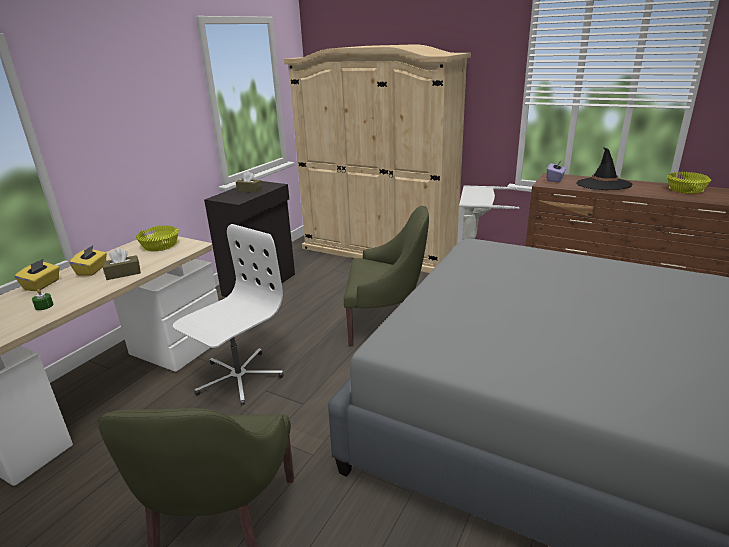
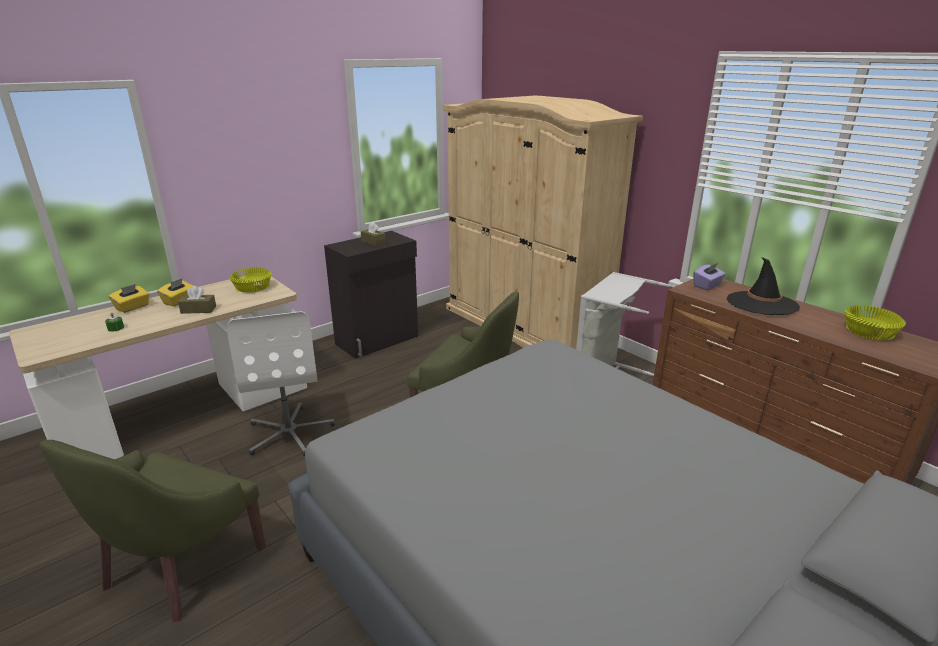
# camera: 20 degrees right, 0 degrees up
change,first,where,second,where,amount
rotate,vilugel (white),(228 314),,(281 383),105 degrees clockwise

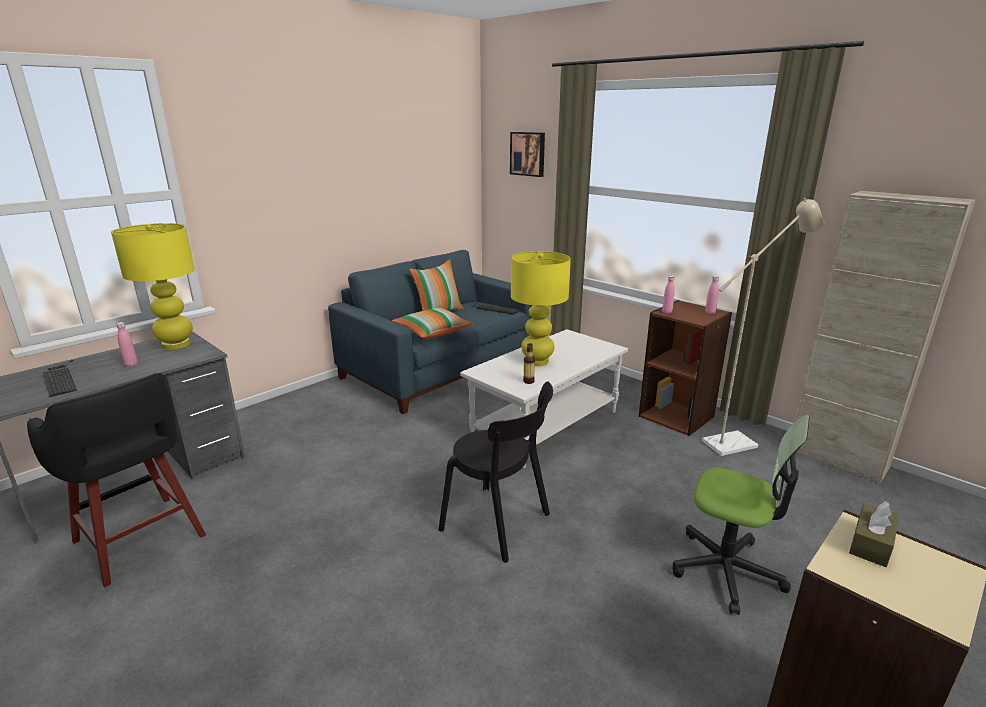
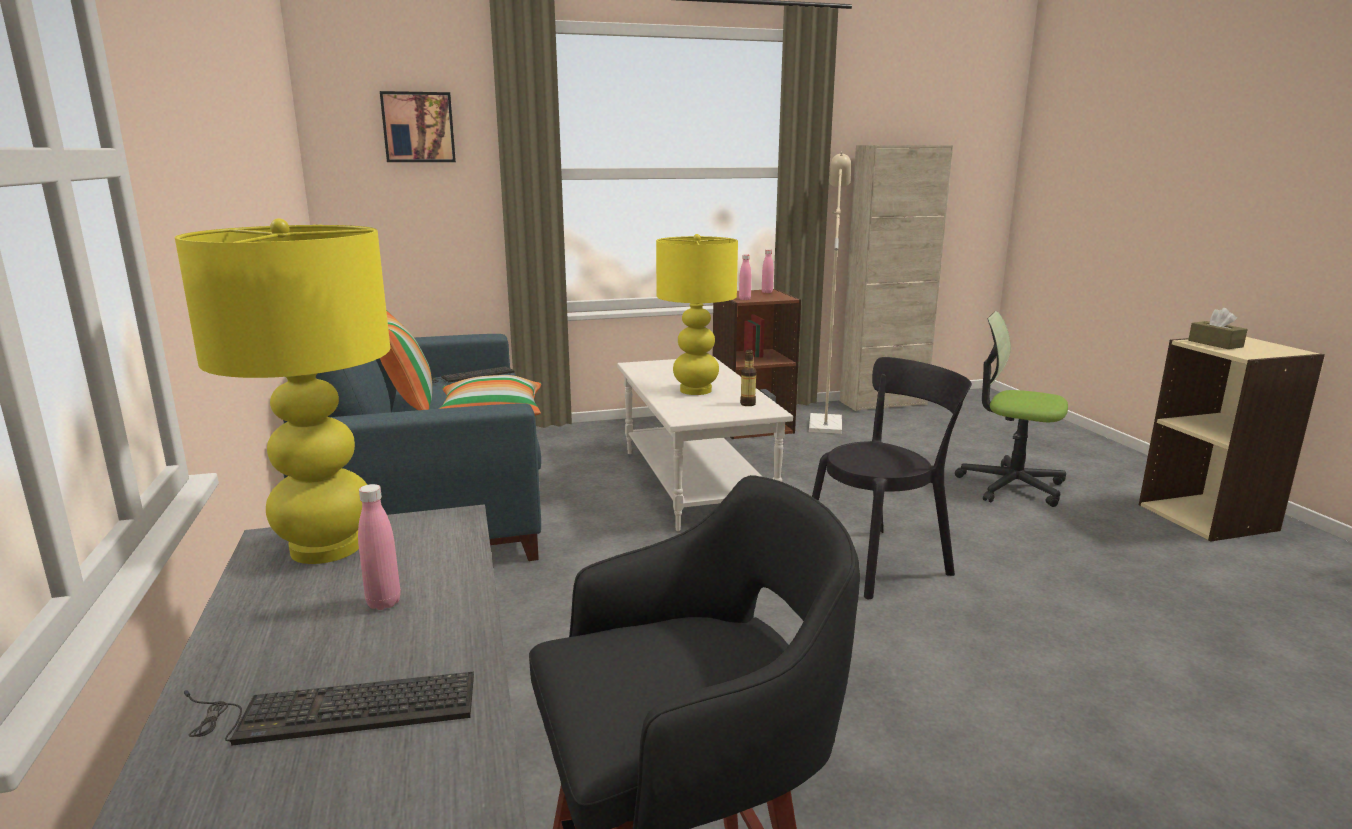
# camera: 60 degrees left, 5 degrees down
change,first,where,second,where,amount
rotate,vilugel,(741 515),,(1011 409),120 degrees counterclockwise

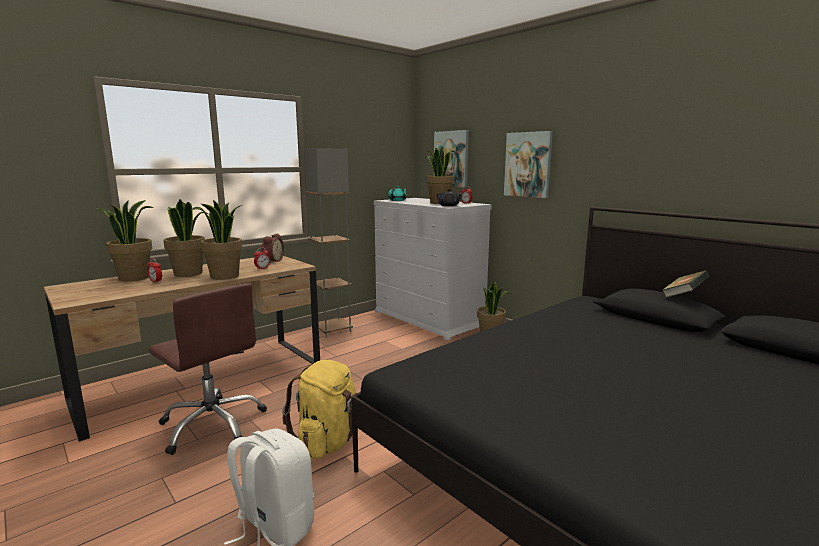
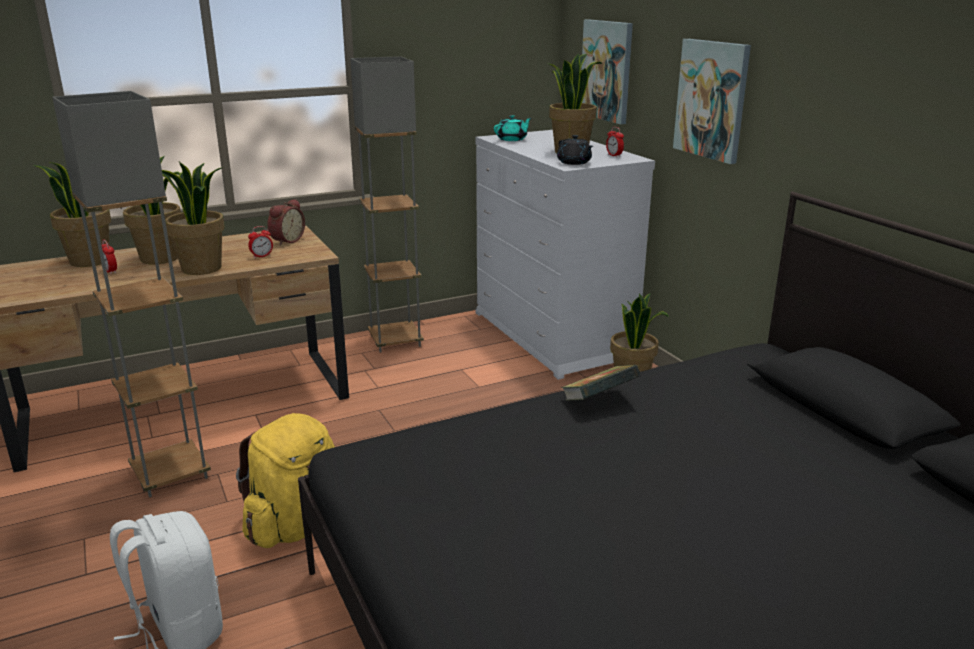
# camera: 15 degrees right, 10 degrees up
change,first,where,second,where,amount
replace,vilugel (brown),(207 369),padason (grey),(131 294),
move,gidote,(686 284),,(600 383),

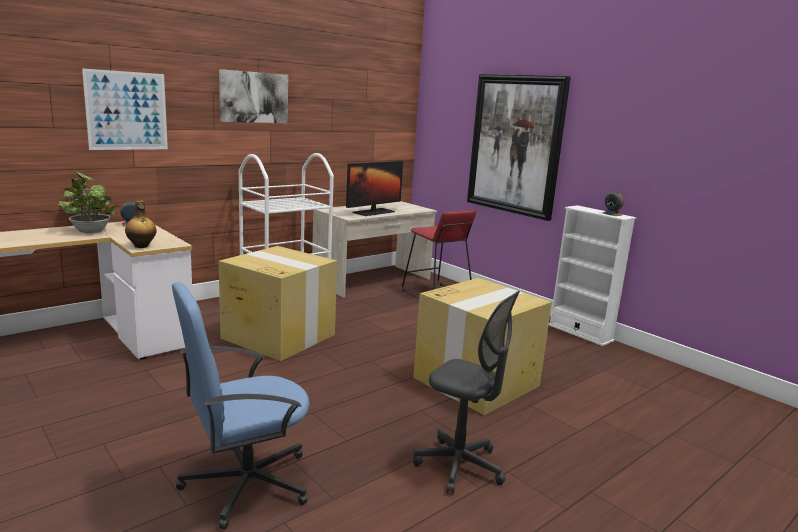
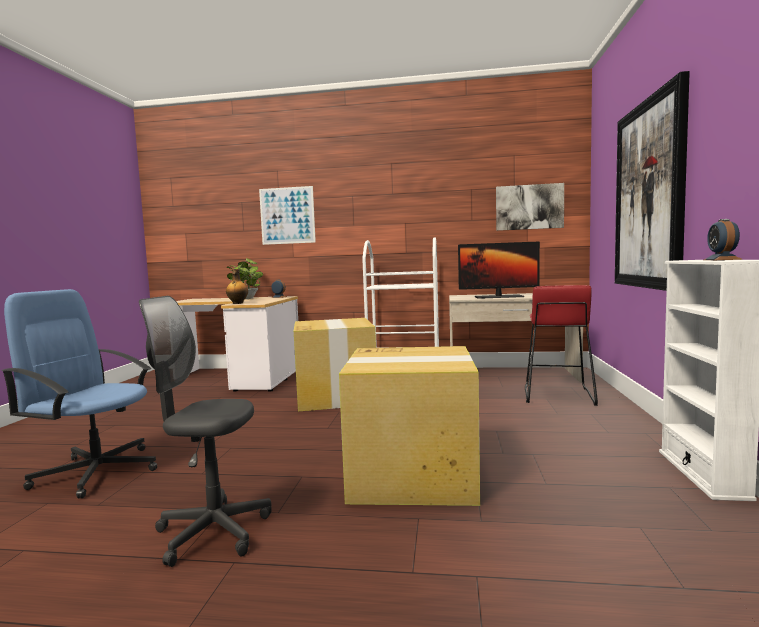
# camera: 50 degrees right, 10 degrees down
change,first,where,second,where,amount
move,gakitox,(253 96),,(530 207),
rotate,vilugel (grey),(466 392),,(205 431),105 degrees clockwise

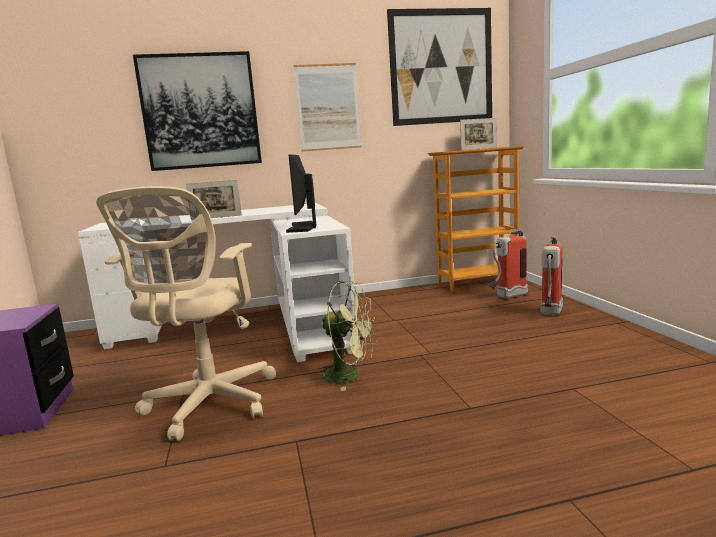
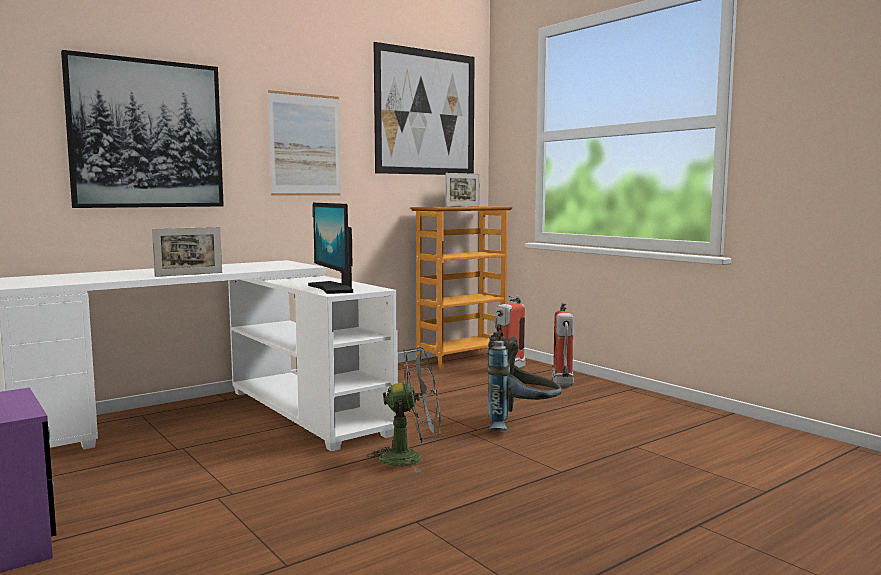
# camera: 25 degrees left, 5 degrees down
change,first,where,second,where,amount
delete,vilugel (beige),(186 313),,,
recolor,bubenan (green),(347 336),bubenan (grey),(404 409),
insert,,,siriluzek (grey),(525 377),

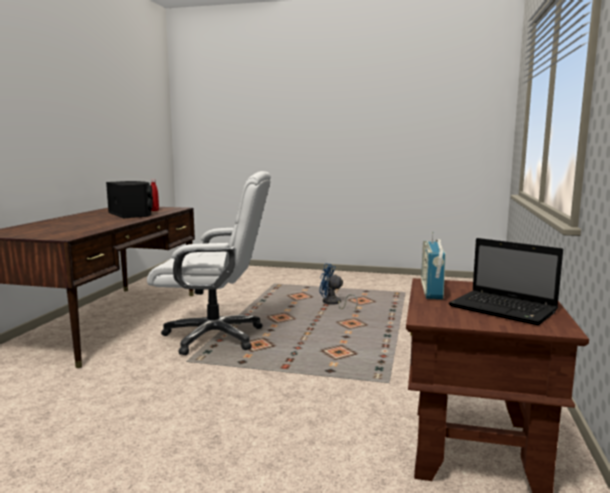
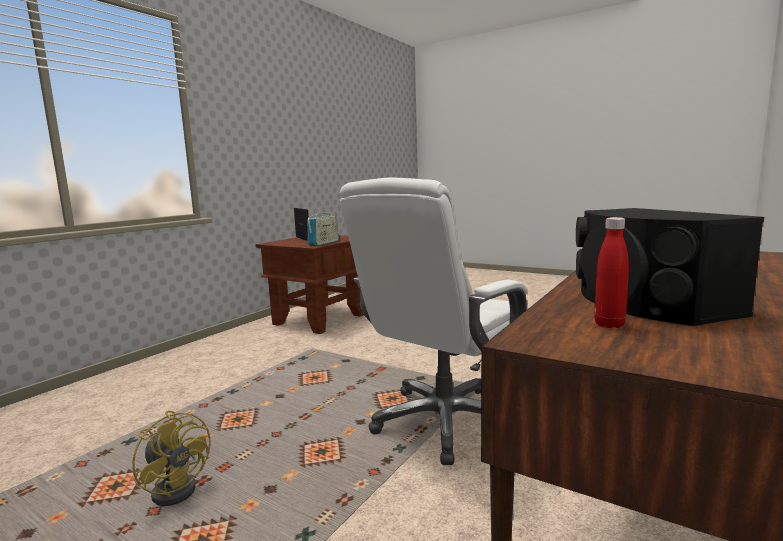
# camera: 160 degrees left, 0 degrees up
change,first,where,second,where,amount
rotate,vilugel (white),(209 263),,(434 321),75 degrees counterclockwise
recolor,bubenan (blue),(338 286),bubenan (yellow),(171 458),

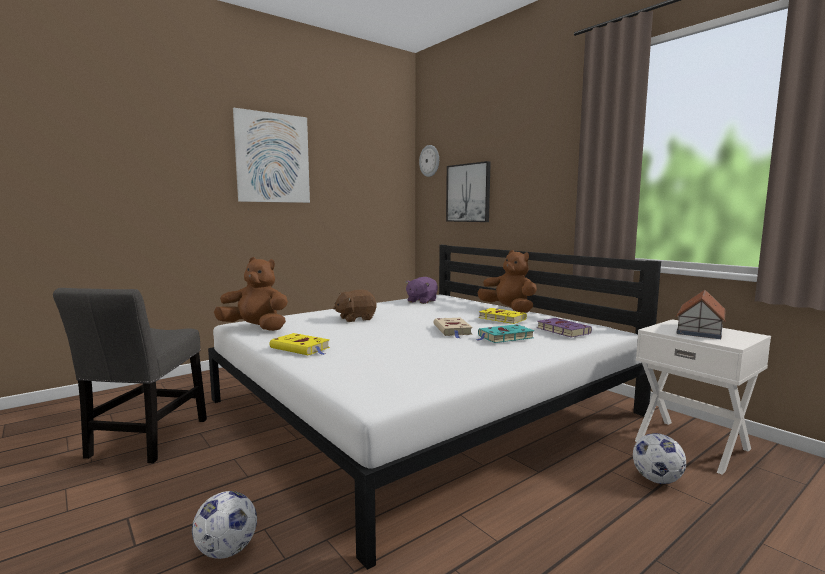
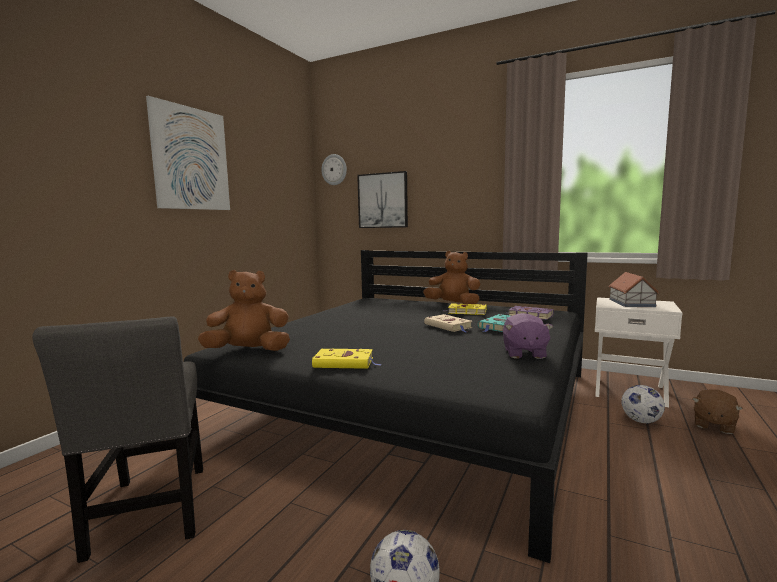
# camera: 25 degrees left, 0 degrees up
change,first,where,second,where,amount
recolor,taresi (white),(434 407),taresi (black),(386 406),
move,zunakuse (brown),(355 306),,(717 411),
move,zunakuse (purple),(421 290),,(528 336),

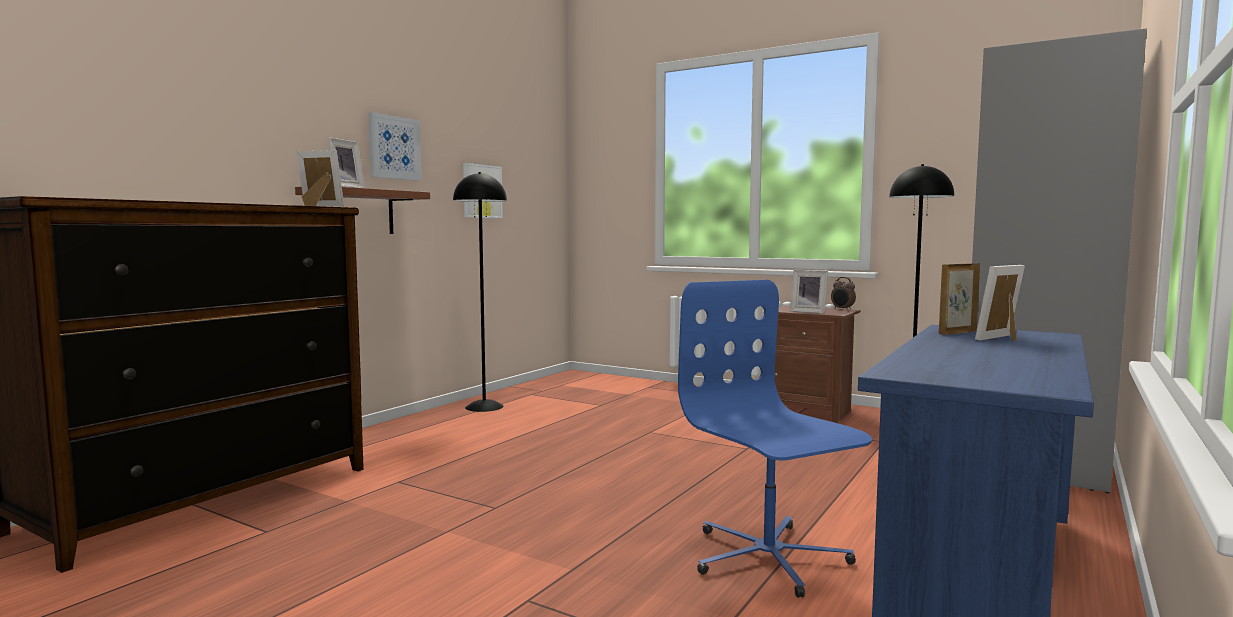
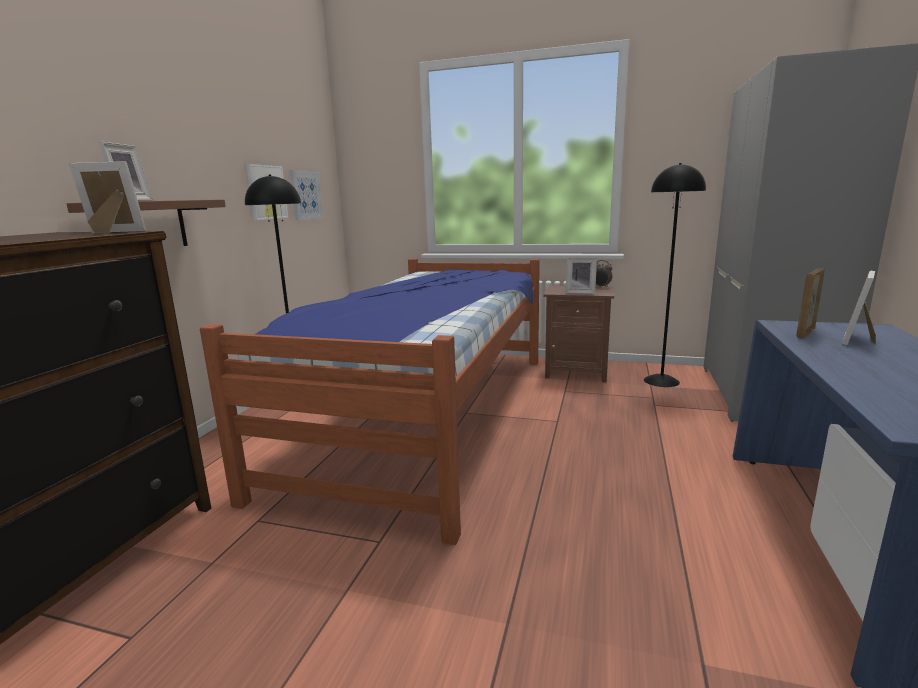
# camera: 15 degrees left, 10 degrees up
change,first,where,second,where,amount
move,gakitox,(395 146),,(307 195),
delete,vilugel (blue),(775 439),,,
insert,,,taresi,(370 401),

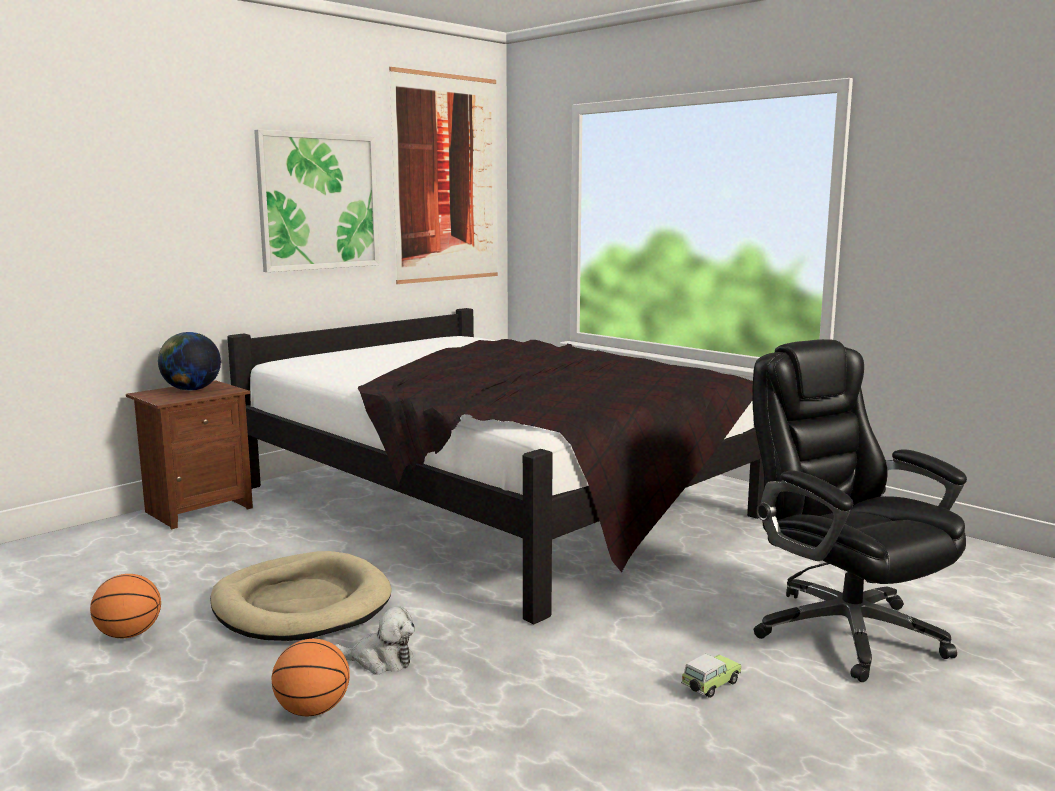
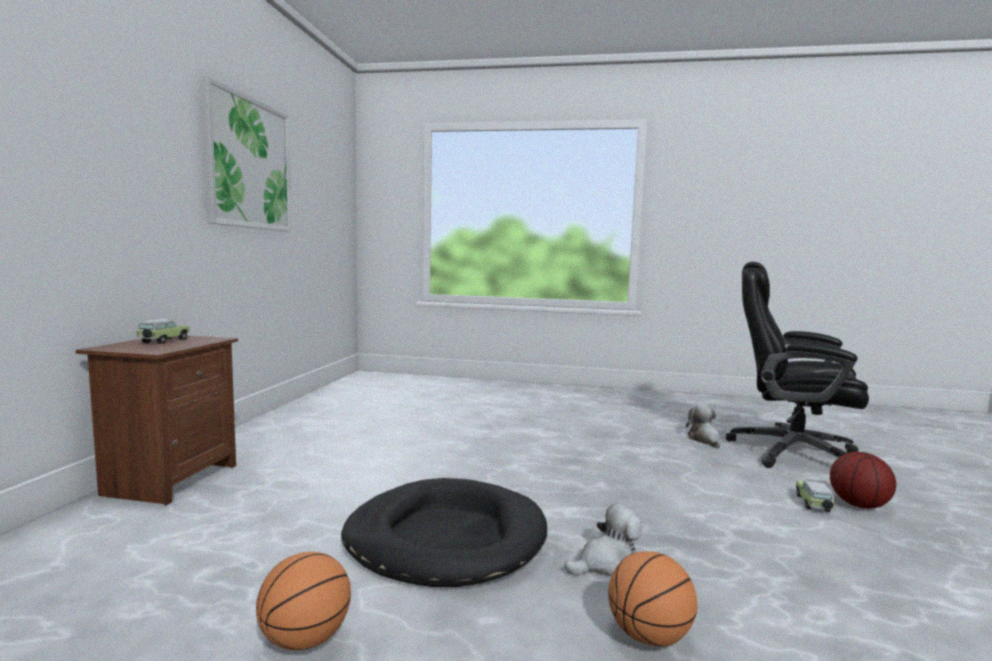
# camera: 35 degrees left, 5 degrees down
change,first,where,second,where,amount
replace,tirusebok,(189 361),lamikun,(163 331),
recolor,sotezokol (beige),(301 596),sotezokol (black),(444 532),
delete,taresi (black),(495 466),,,
delete,gakitox,(443 175),,,
insert,,,zunakuse,(703 426),
insert,,,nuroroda,(863 480),

